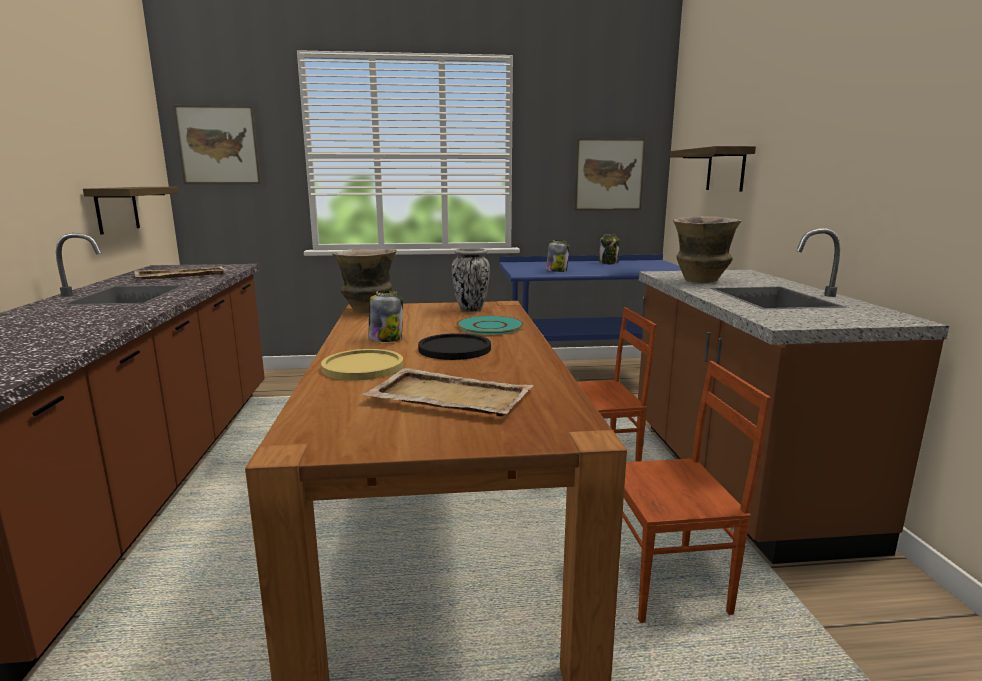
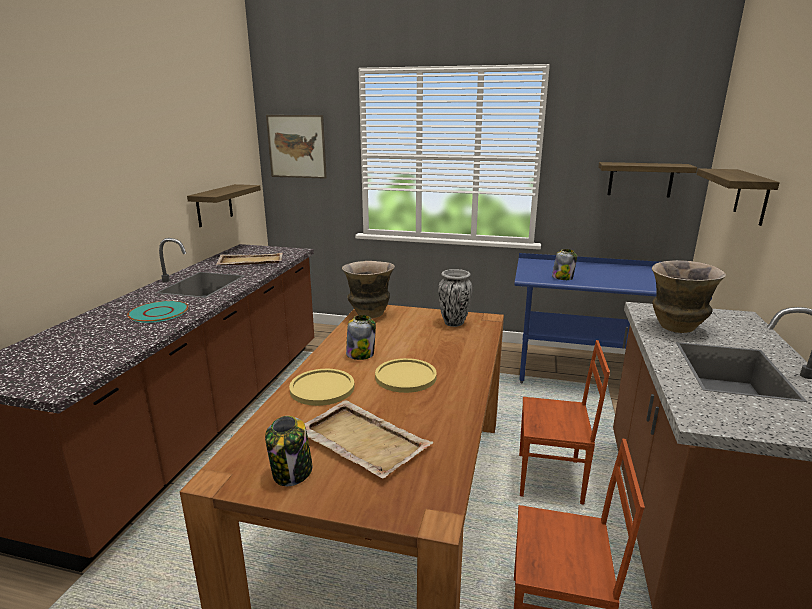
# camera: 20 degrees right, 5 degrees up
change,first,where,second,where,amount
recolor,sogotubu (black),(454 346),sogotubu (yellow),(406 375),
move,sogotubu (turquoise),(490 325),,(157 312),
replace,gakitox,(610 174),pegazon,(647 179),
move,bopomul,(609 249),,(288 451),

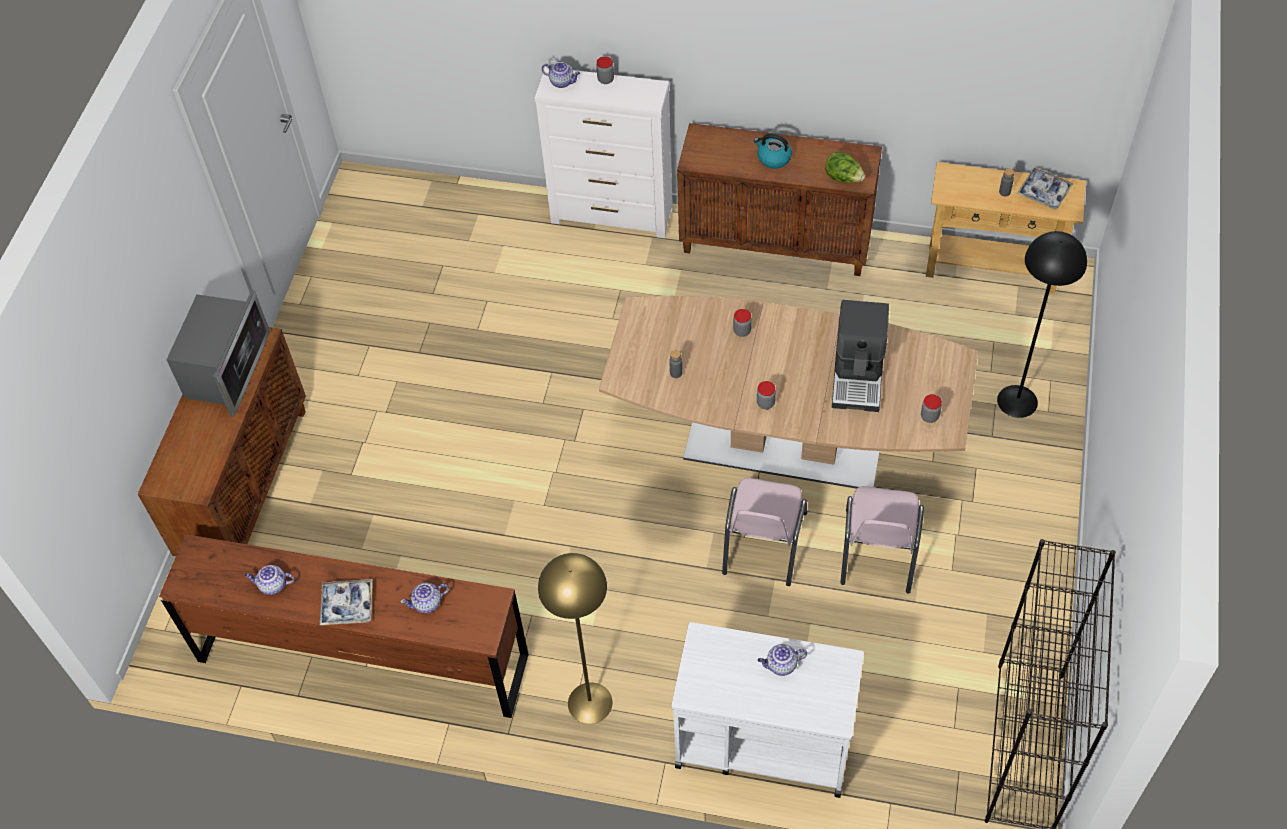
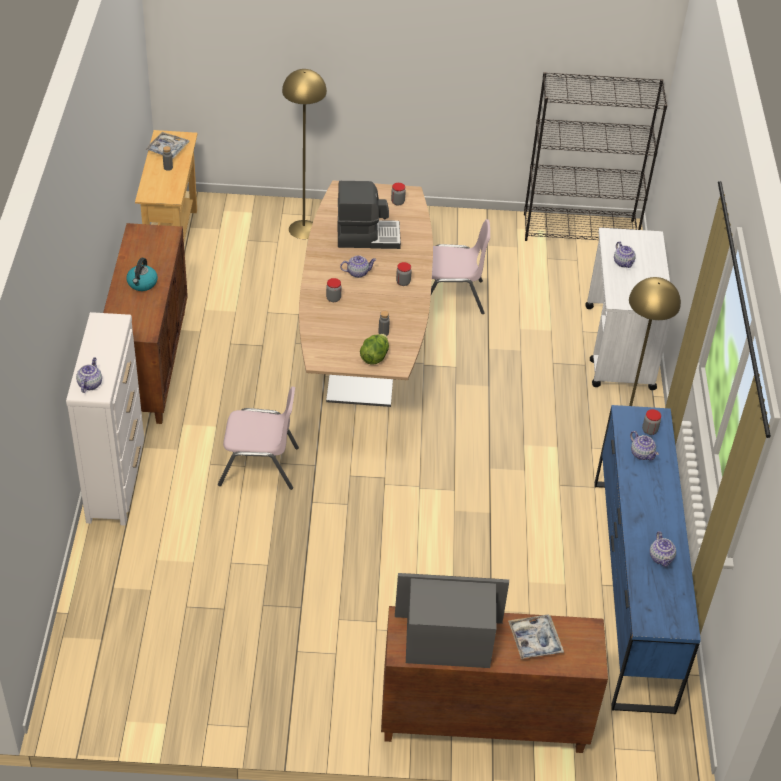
# camera: 105 degrees left, 10 degrees down
change,first,where,second,where,amount
recolor,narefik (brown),(344 626),narefik (blue),(648 559),
move,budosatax,(346 602),,(536 636),
move,bopomul,(605 70),,(651 422),
move,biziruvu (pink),(764 532),,(258 438),
move,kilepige,(845 167),,(374 349),
recolor,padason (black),(1042 324),padason (yellow),(304 154),
insert,,,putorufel,(358 266),

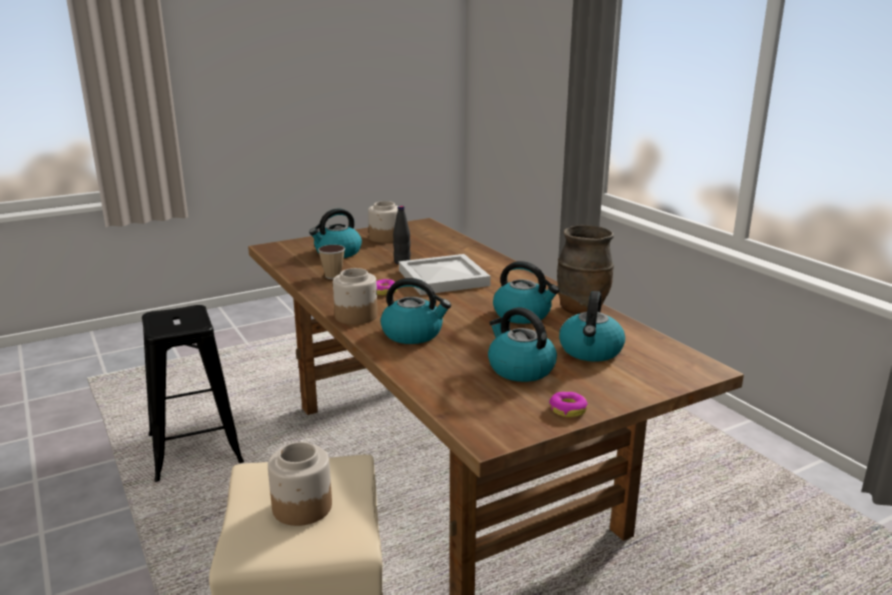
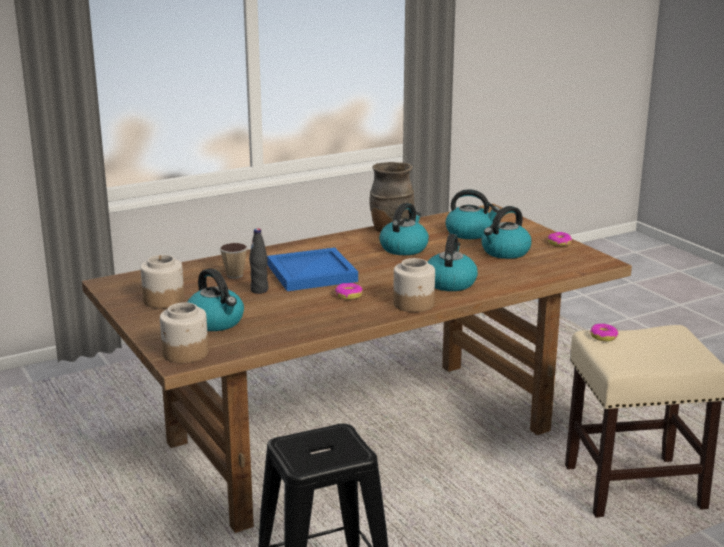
# camera: 90 degrees left, 0 degrees up
change,first,where,second,where,amount
move,bopomul,(300 484),,(184 332),
move,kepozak,(331 262),,(233 261),
recolor,budosatax (white),(445 274),budosatax (blue),(312 269),
insert,,,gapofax,(604 332),

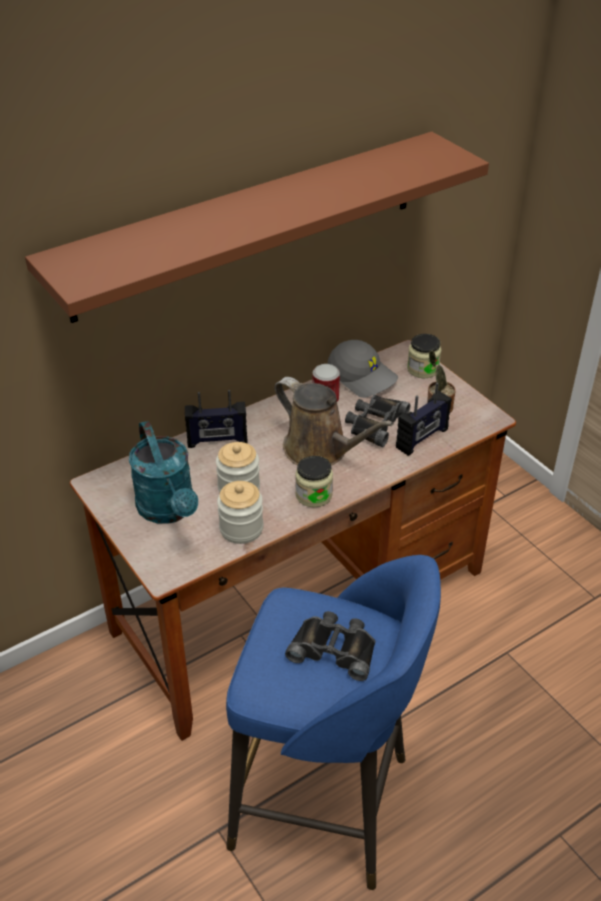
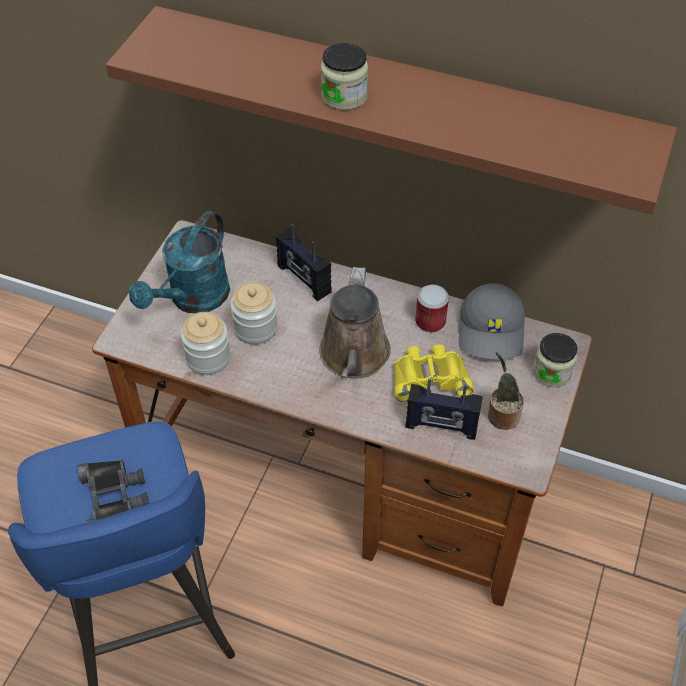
# camera: 55 degrees right, 10 degrees up
change,first,where,second,where,amount
move,bopomul,(314 481),,(344 76),
recolor,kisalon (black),(377 420),kisalon (yellow),(433 373),

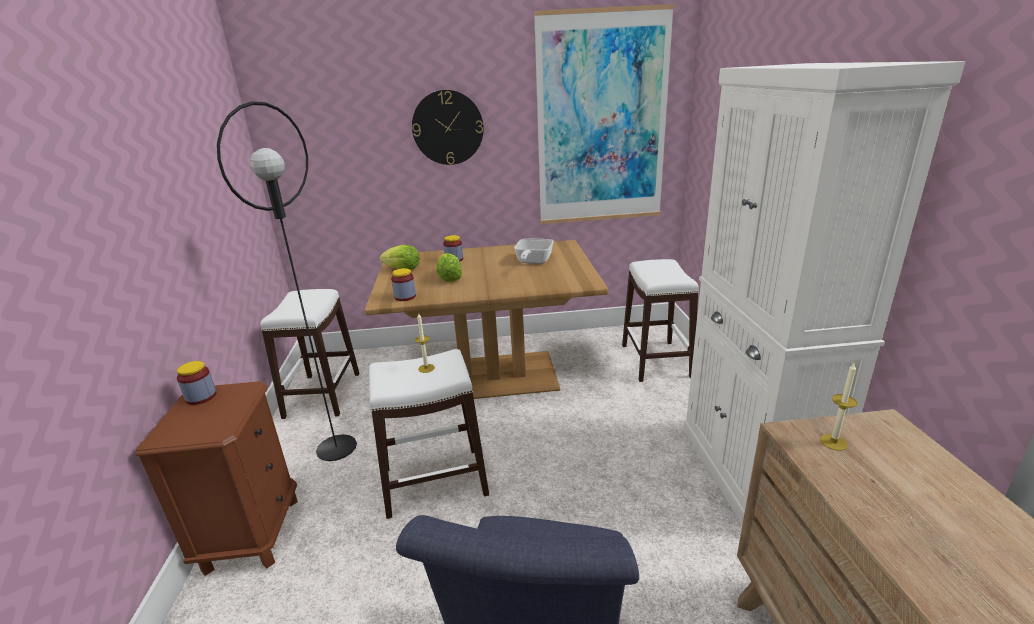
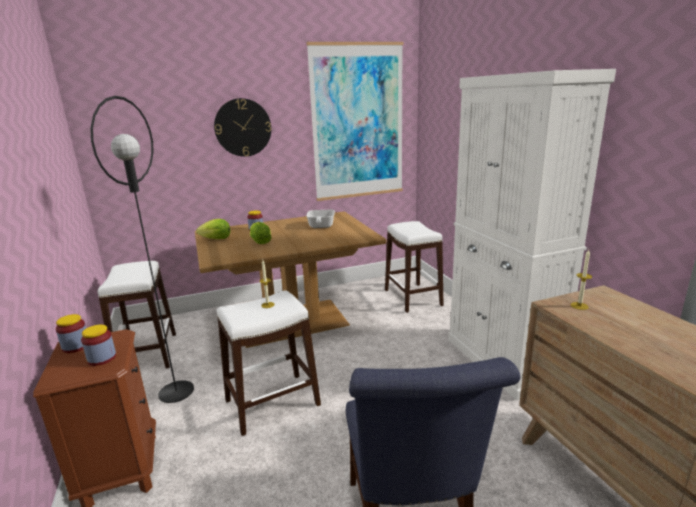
# camera: 15 degrees left, 5 degrees down
change,first,where,second,where,amount
move,bopomul,(403 284),,(98 345),

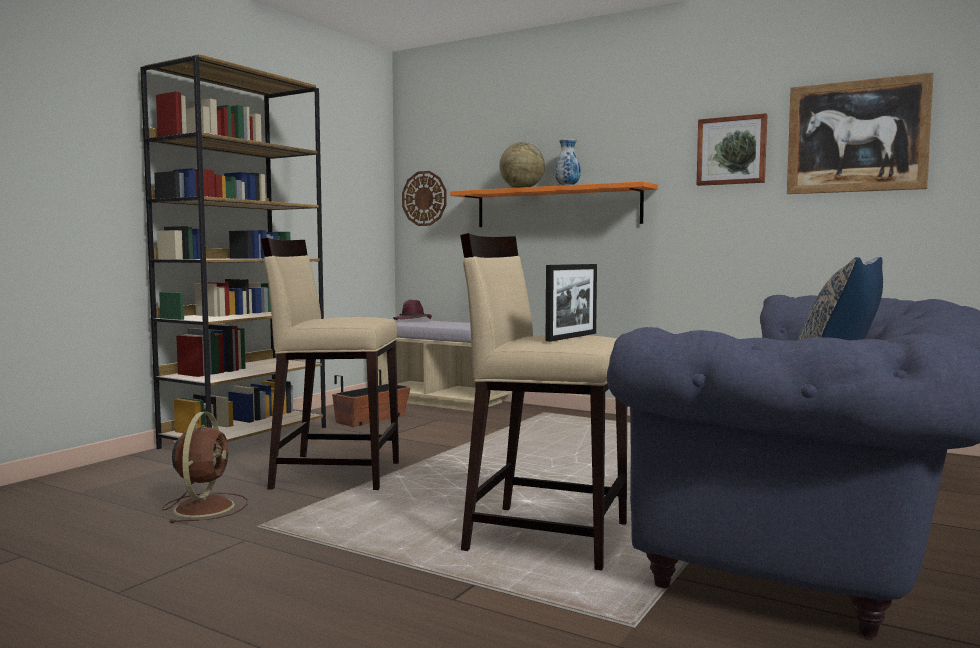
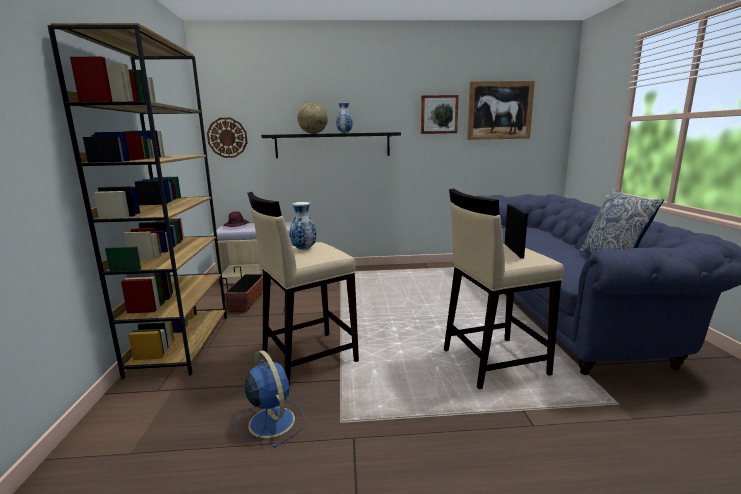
# camera: 35 degrees left, 10 degrees up
change,first,where,second,where,amount
recolor,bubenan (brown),(205 467),bubenan (blue),(270 399),
recolor,pegazon (orange),(554 204),pegazon (black),(331 145),
insert,,,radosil,(303 226),

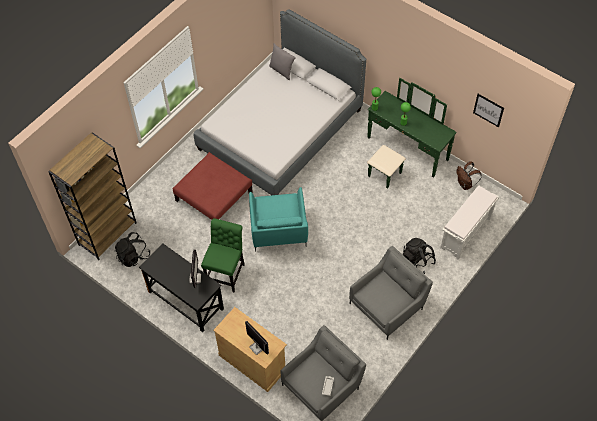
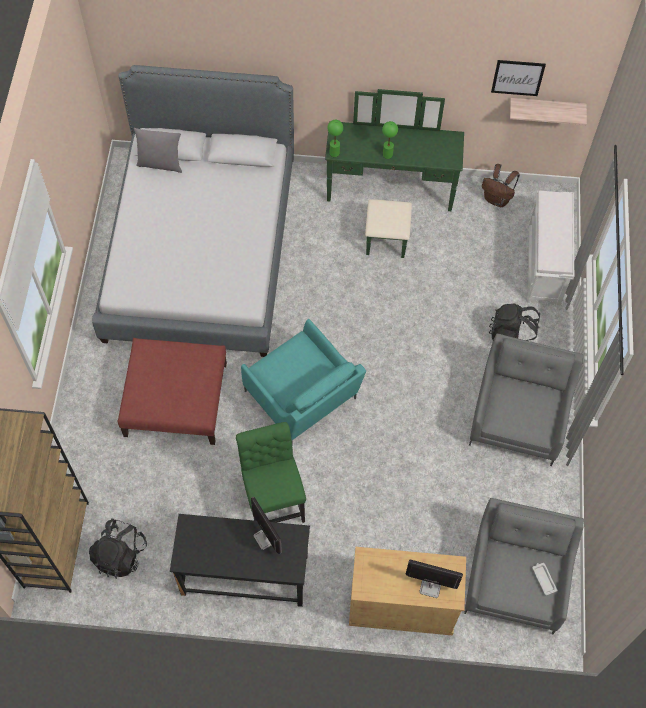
# camera: 35 degrees left, 5 degrees up
change,first,where,second,where,amount
insert,,,pegazon,(548 111),

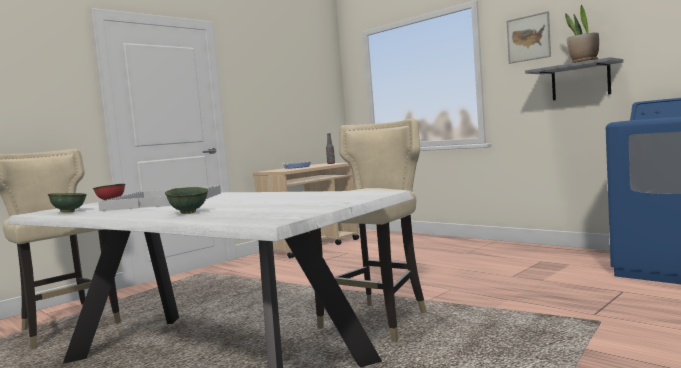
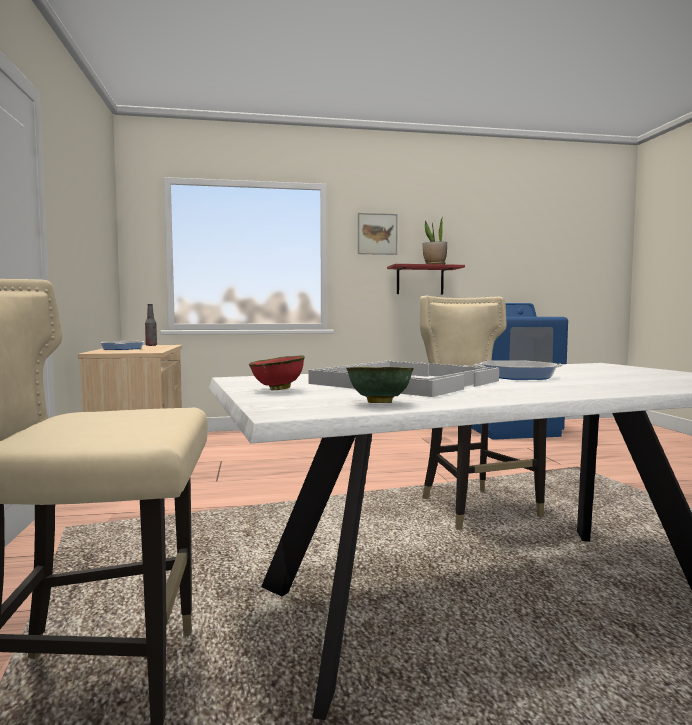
# camera: 55 degrees left, 0 degrees up
change,first,where,second,where,amount
delete,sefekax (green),(186 200),,,
recolor,pegazon (grey),(574 78),pegazon (red),(426 279),
insert,,,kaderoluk,(518 370),

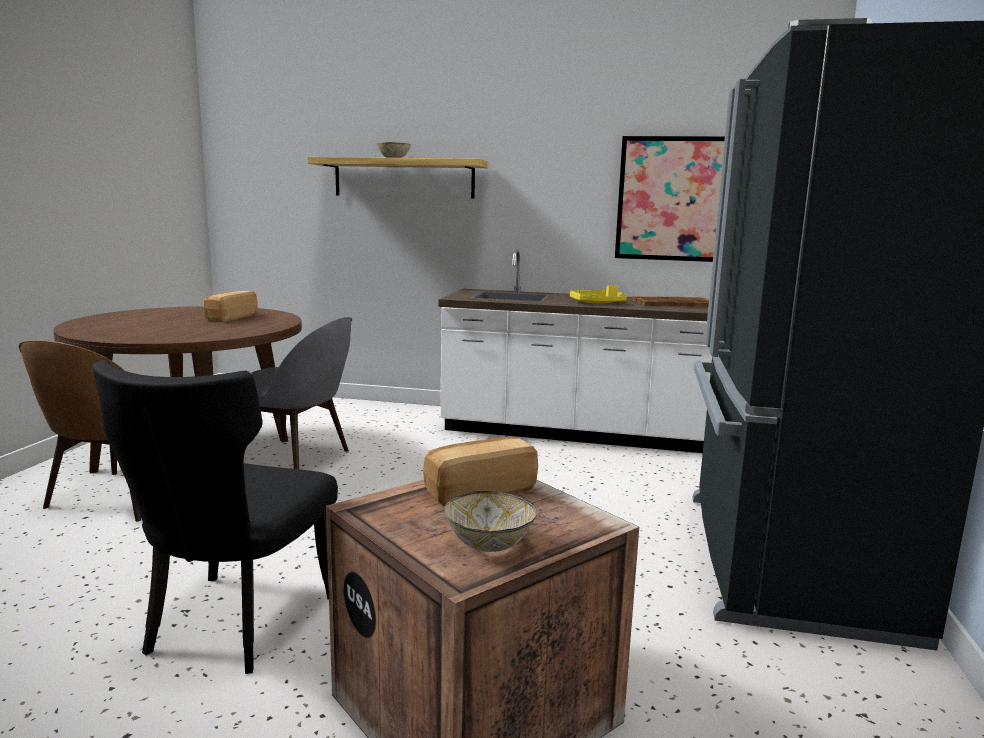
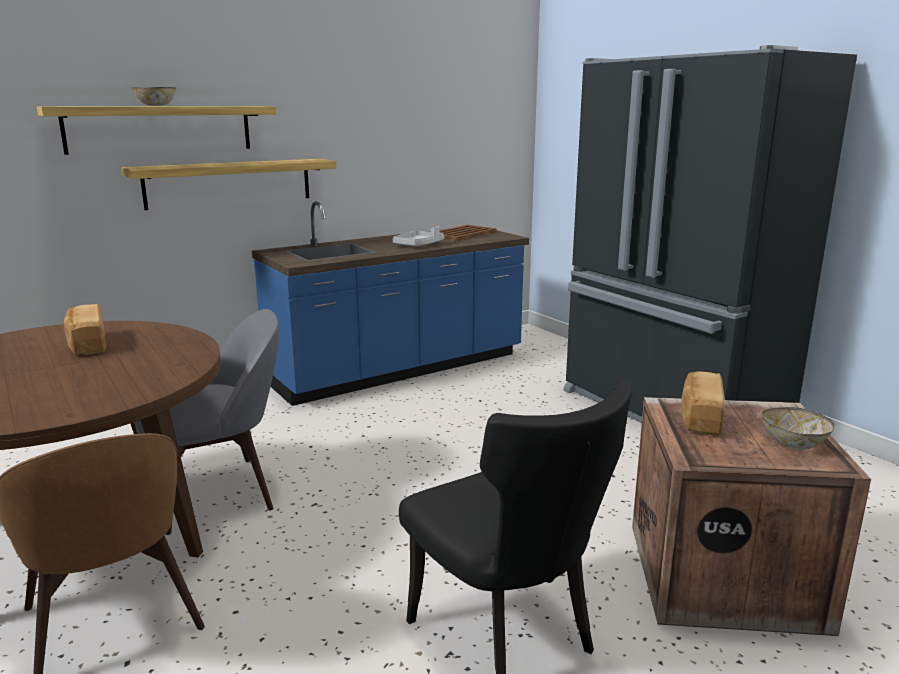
# camera: 45 degrees left, 5 degrees up
change,first,where,second,where,amount
recolor,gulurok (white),(575 351),gulurok (blue),(390 303),
recolor,budosatax (yellow),(598 295),budosatax (grey),(418 236),
delete,gakitox,(670 199),,,
insert,,,pegazon,(229 184),

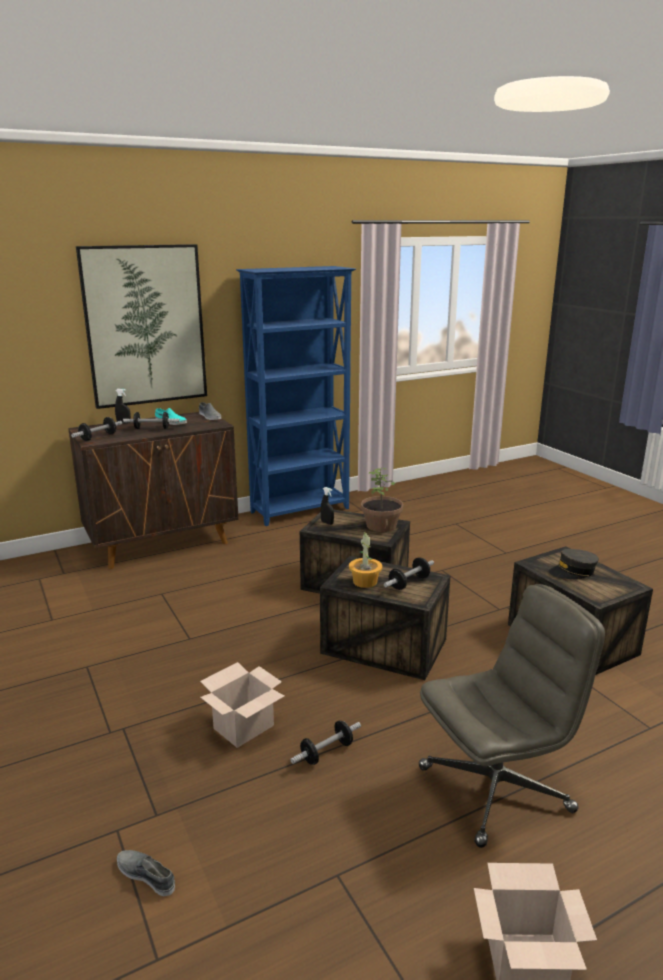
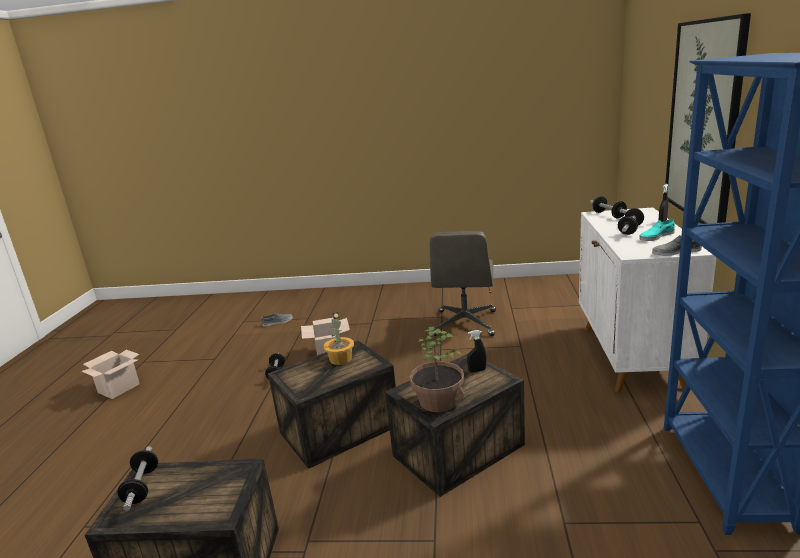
# camera: 125 degrees right, 0 degrees up
change,first,where,second,where,amount
recolor,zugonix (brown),(153 490),zugonix (white),(648 300),
move,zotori,(409 573),,(137 478),
move,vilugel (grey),(512 716),,(463 283),
delete,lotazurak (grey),(574 564),,,

